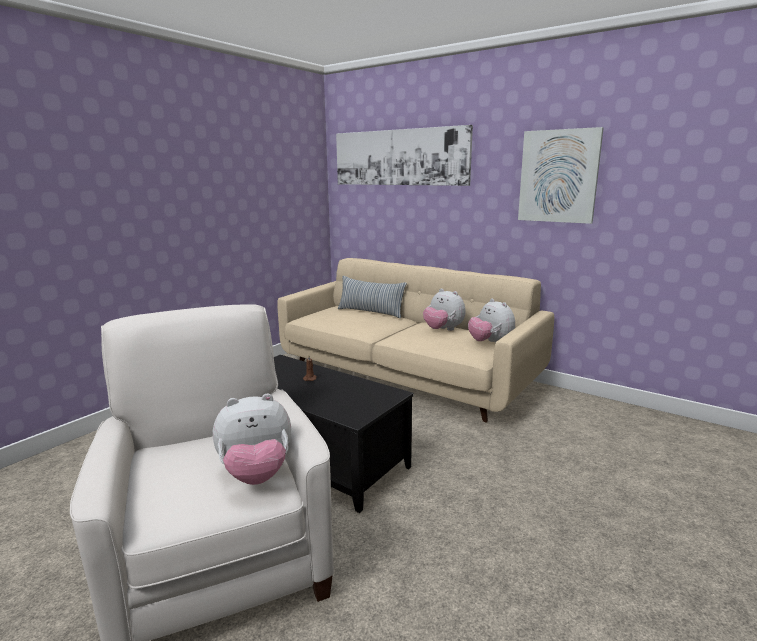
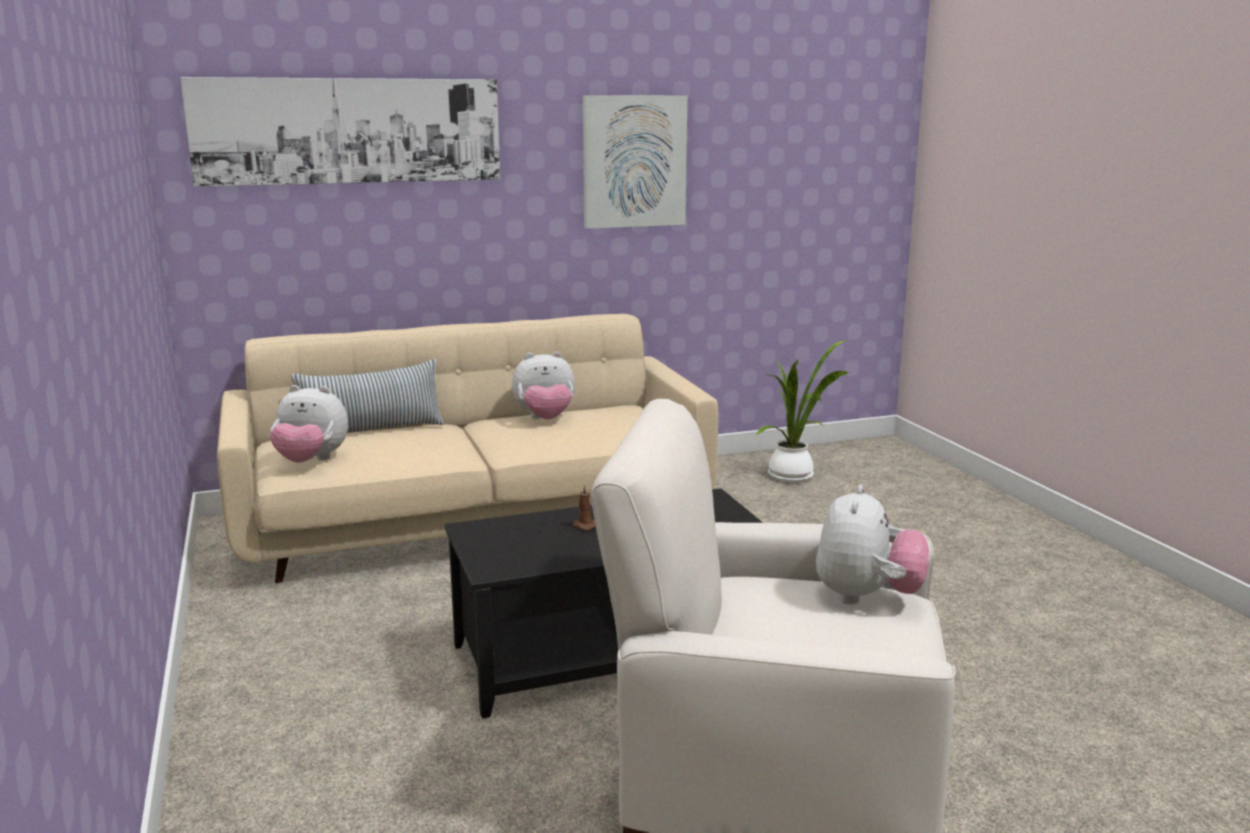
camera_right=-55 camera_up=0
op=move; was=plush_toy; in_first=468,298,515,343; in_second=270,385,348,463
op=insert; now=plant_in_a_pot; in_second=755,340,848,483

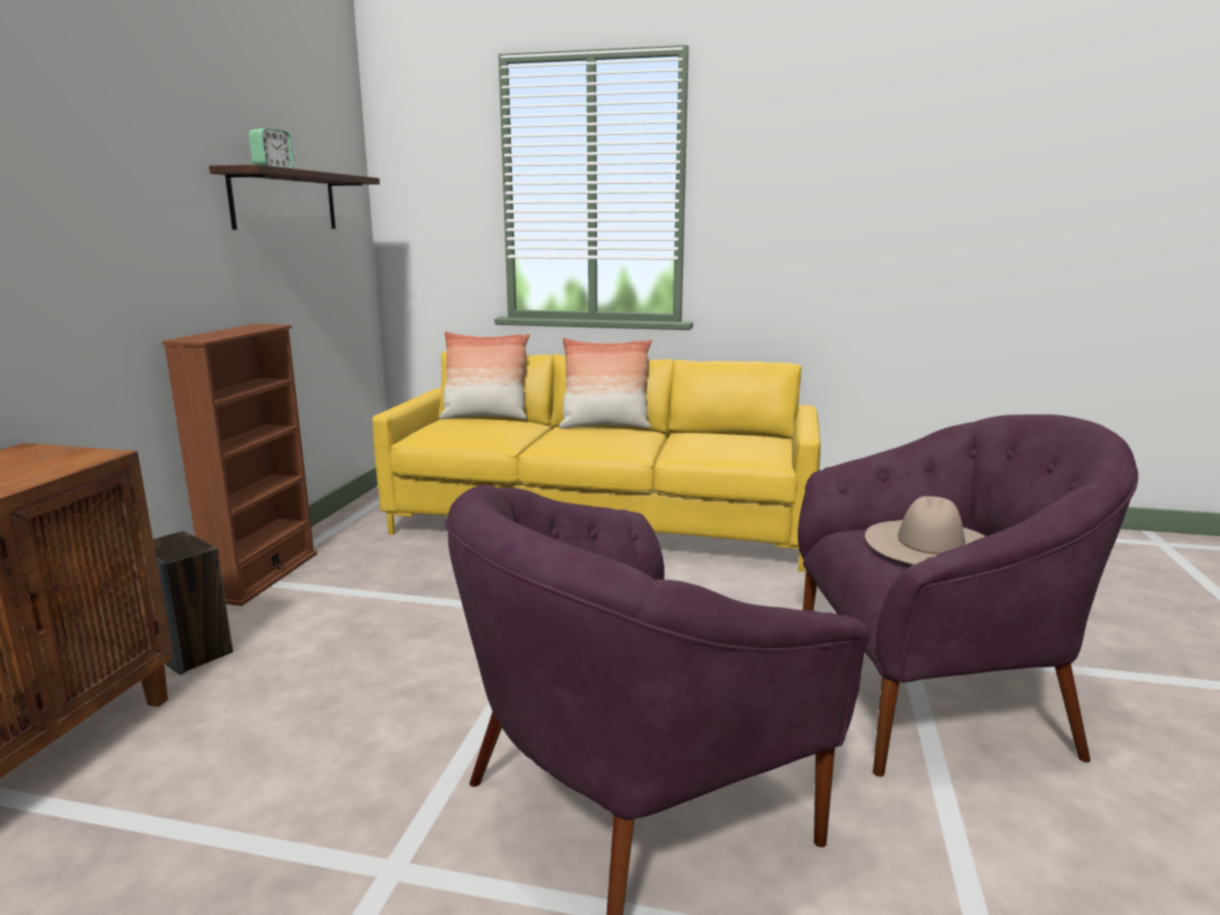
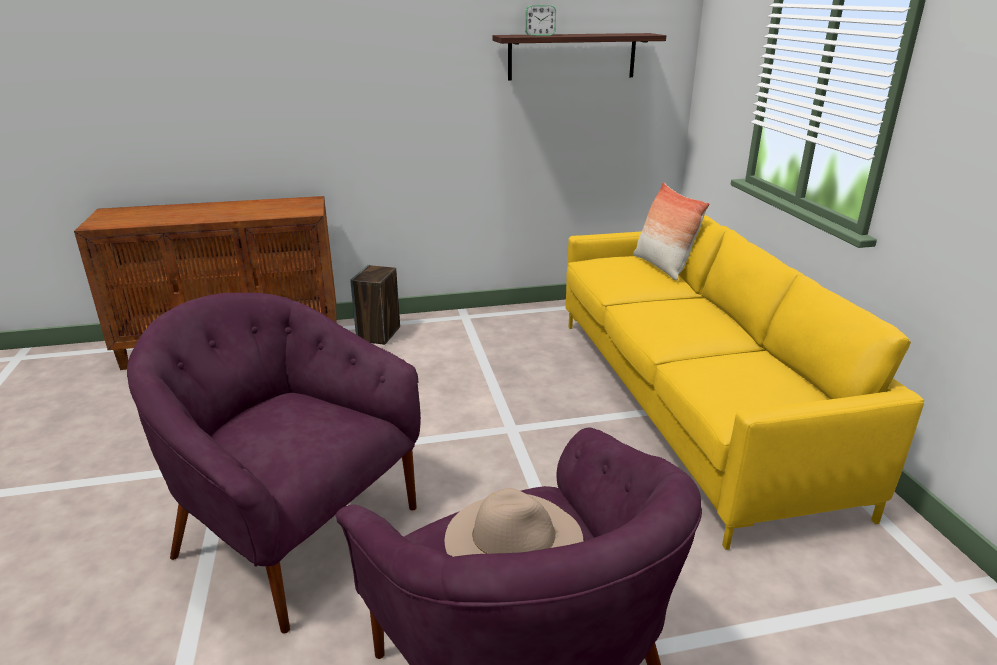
camera_right=65 camera_up=10
op=delete; was=brown_bookshelf; in_first=162,324,317,606
op=delete; was=pillow; in_first=559,338,652,429

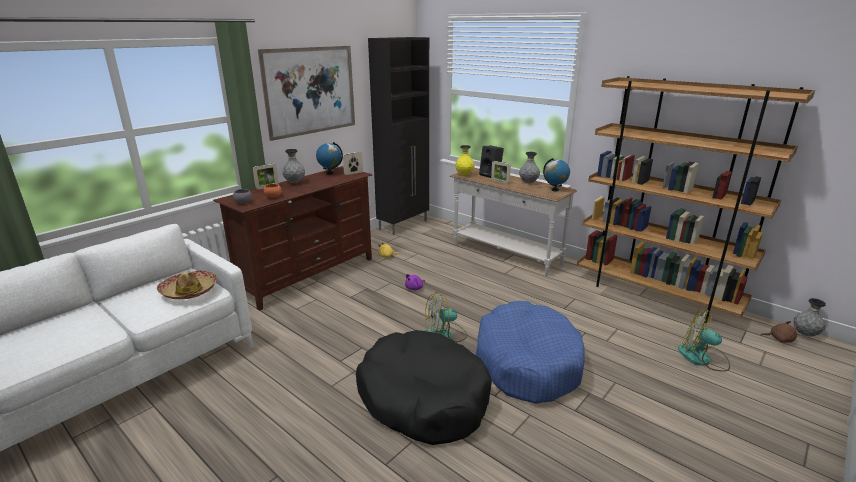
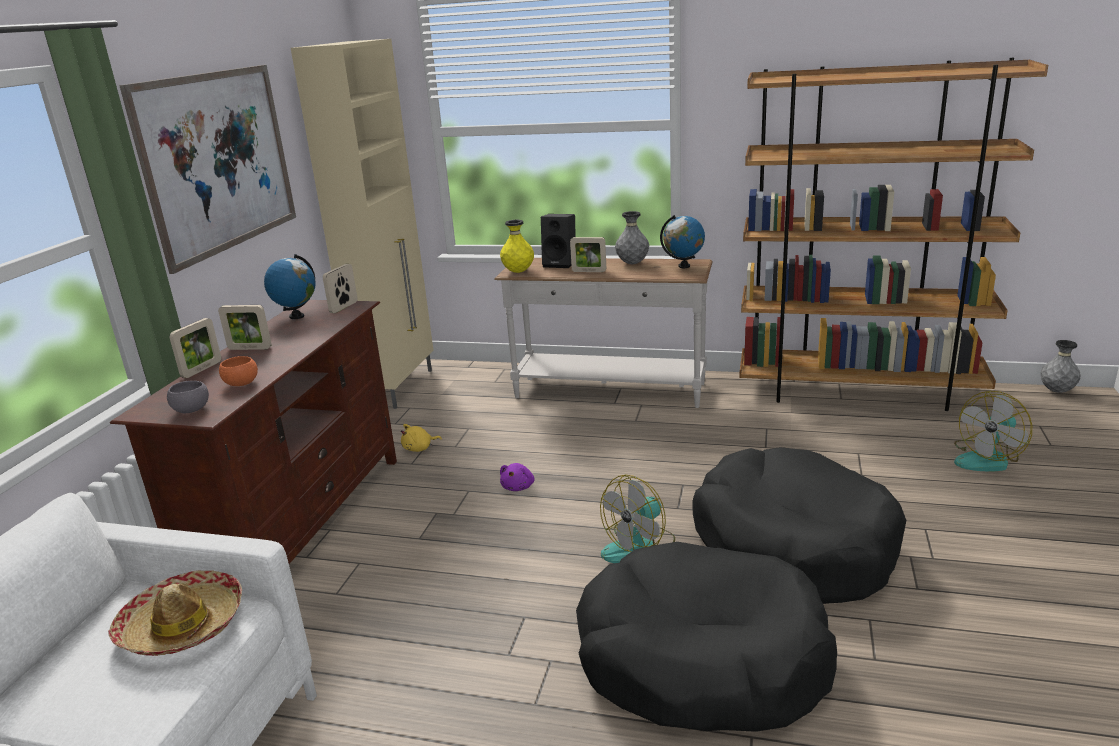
camera_right=-25 camera_up=0
op=replace; was=grey_decorative_vase; now=picture_frame; in_first=282,149,305,183; in_second=218,305,272,350
op=recolor; was=blackish_cabinet; now=sand-coloured_cabinet; in_first=368,37,429,235; in_second=291,39,433,409
op=recolor; was=blue_pet_bed; now=blackish_pet_bed; in_first=475,301,585,404; in_second=692,447,906,604
op=rotate; was=cooling_fan; in_first=678,309,730,372; in_second=954,391,1032,472; clockwise=-45
op=delete; was=brown_plush_toy; in_first=760,321,798,343

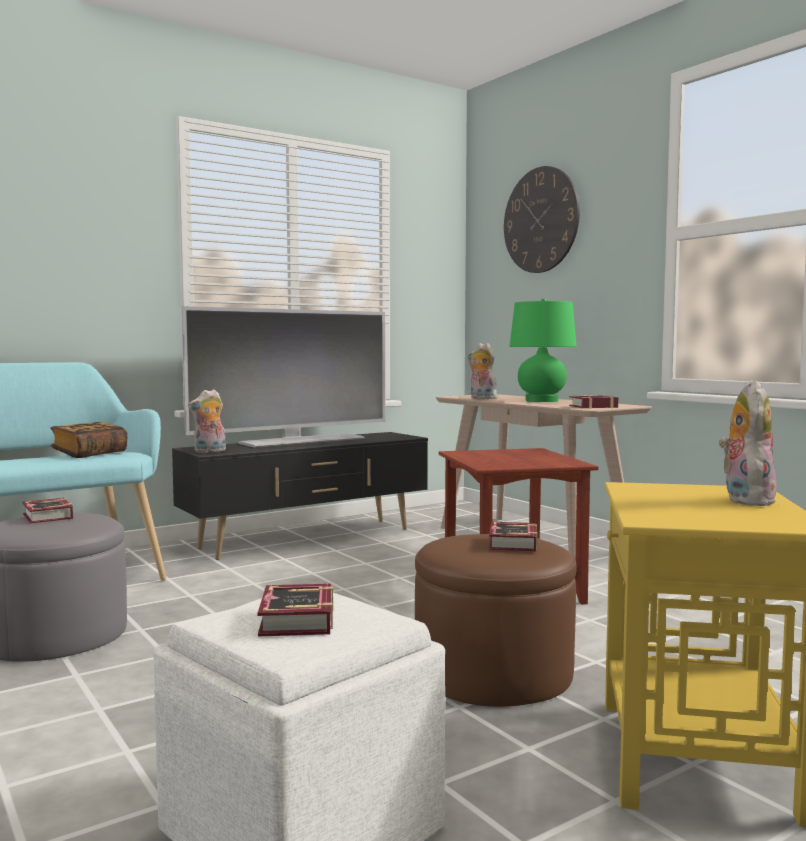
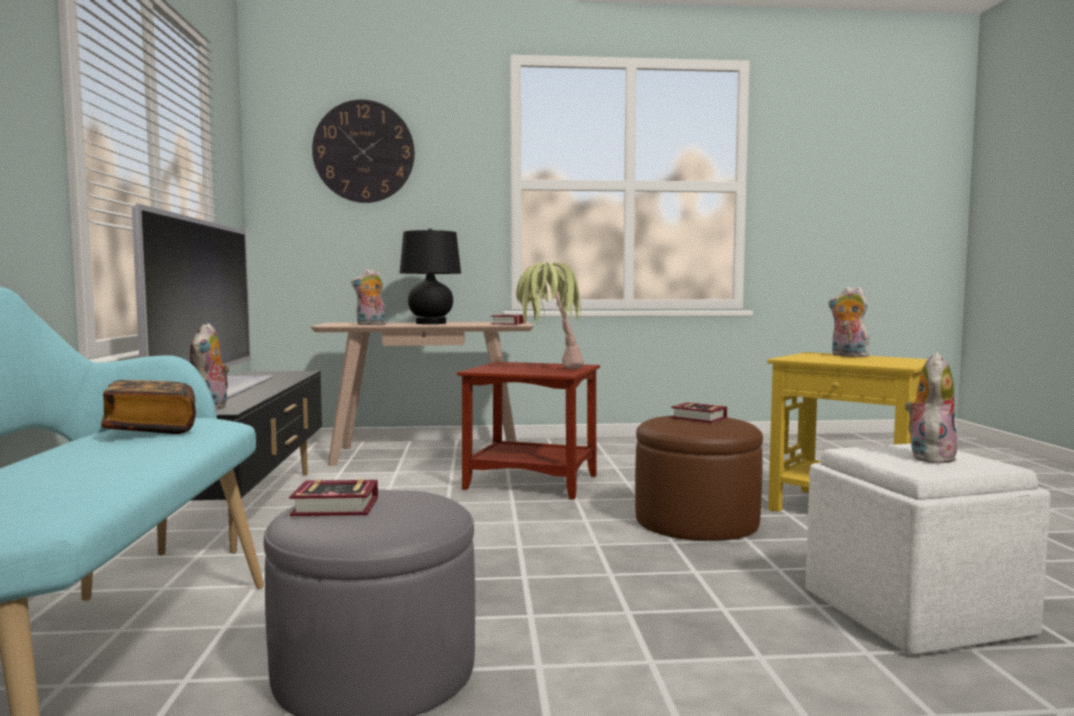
camera_right=-60 camera_up=0
op=replace; was=volume; now=plush_toy; in_first=258,584,333,636; in_second=905,352,957,464
op=recolor; was=green_lamp_for_a_table; now=blackish_lamp_for_a_table; in_first=509,298,576,402; in_second=400,228,461,324
op=insert; now=plant_in_a_pot; in_second=515,262,584,369

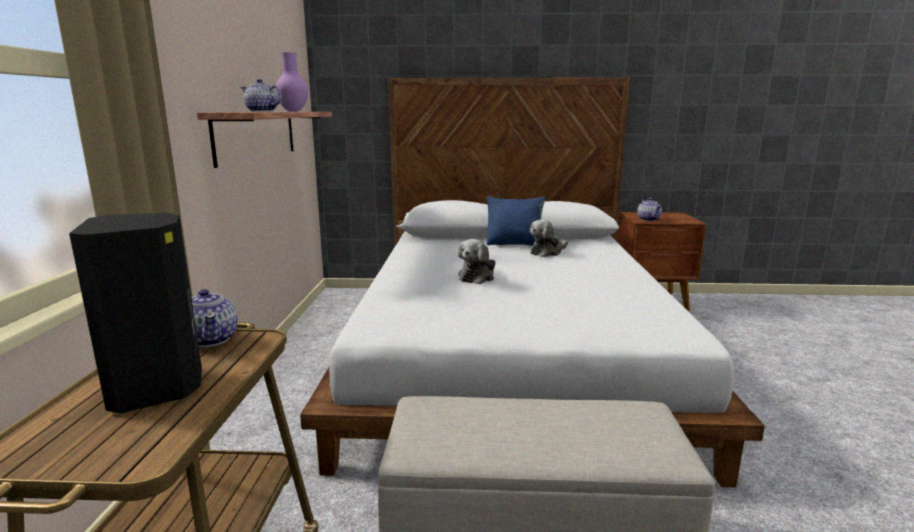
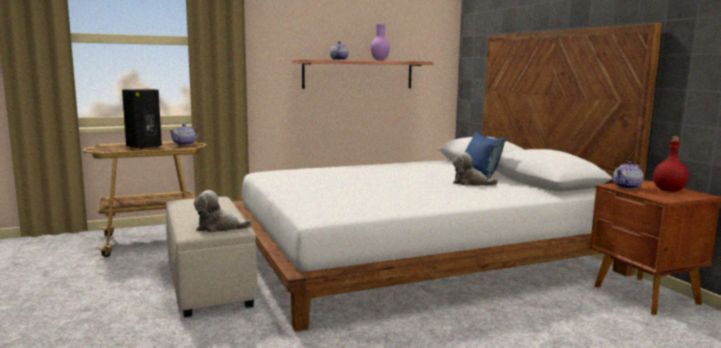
camera_right=65 camera_up=-5
op=move; was=plush_toy; in_first=458,239,496,284; in_second=194,190,252,233
op=insert; now=red-coloured_beverage_bottle; in_second=653,136,689,192

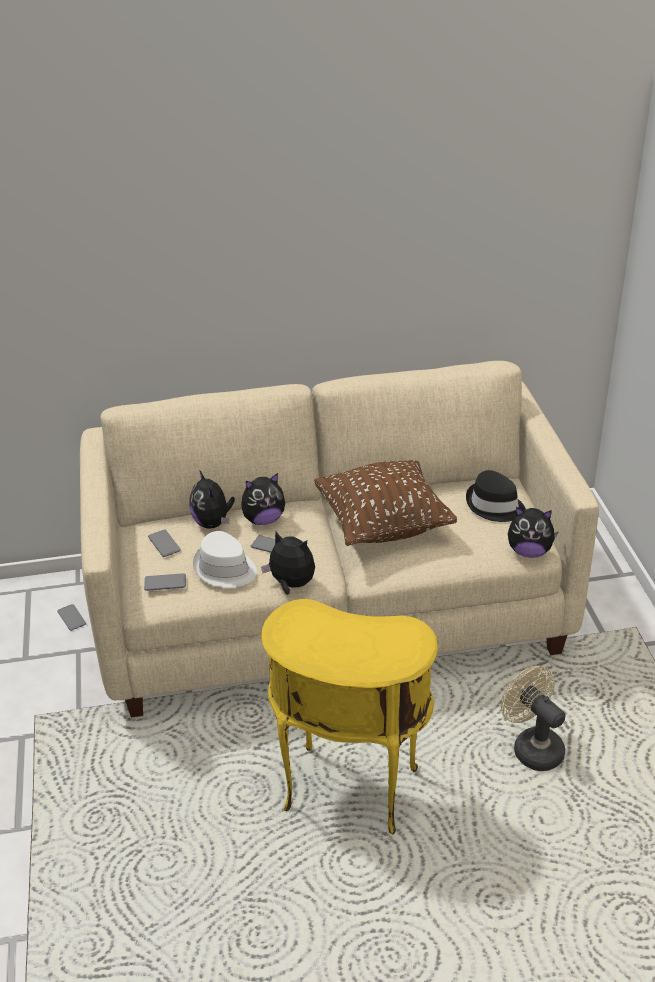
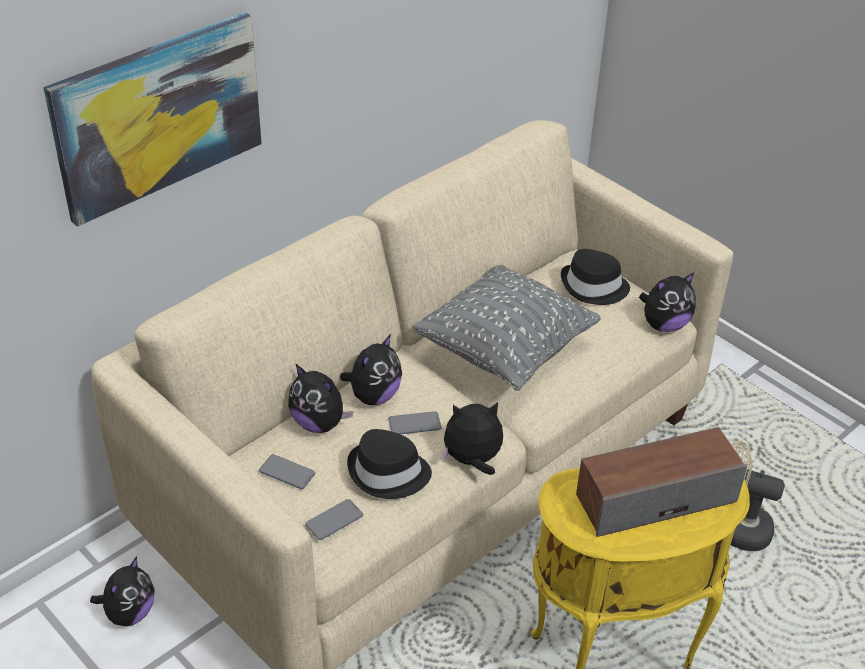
camera_right=-35 camera_up=5
op=replace; was=handset; now=plush_toy; in_first=57,604,86,631; in_second=90,556,155,626
op=recolor; was=white-coloured_hat; now=blackish_hat; in_first=193,531,257,588; in_second=347,429,432,499
op=recolor; was=brown_pillow; now=grey_pillow; in_first=314,460,457,546; in_second=412,265,601,391
op=insert; now=picture; in_second=43,12,262,227
op=insert; now=audio_speaker; in_second=576,427,747,537

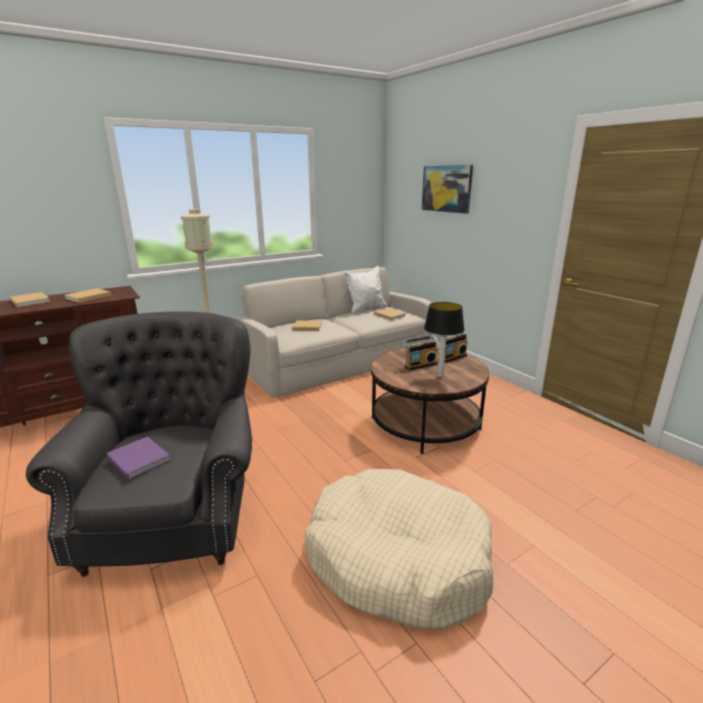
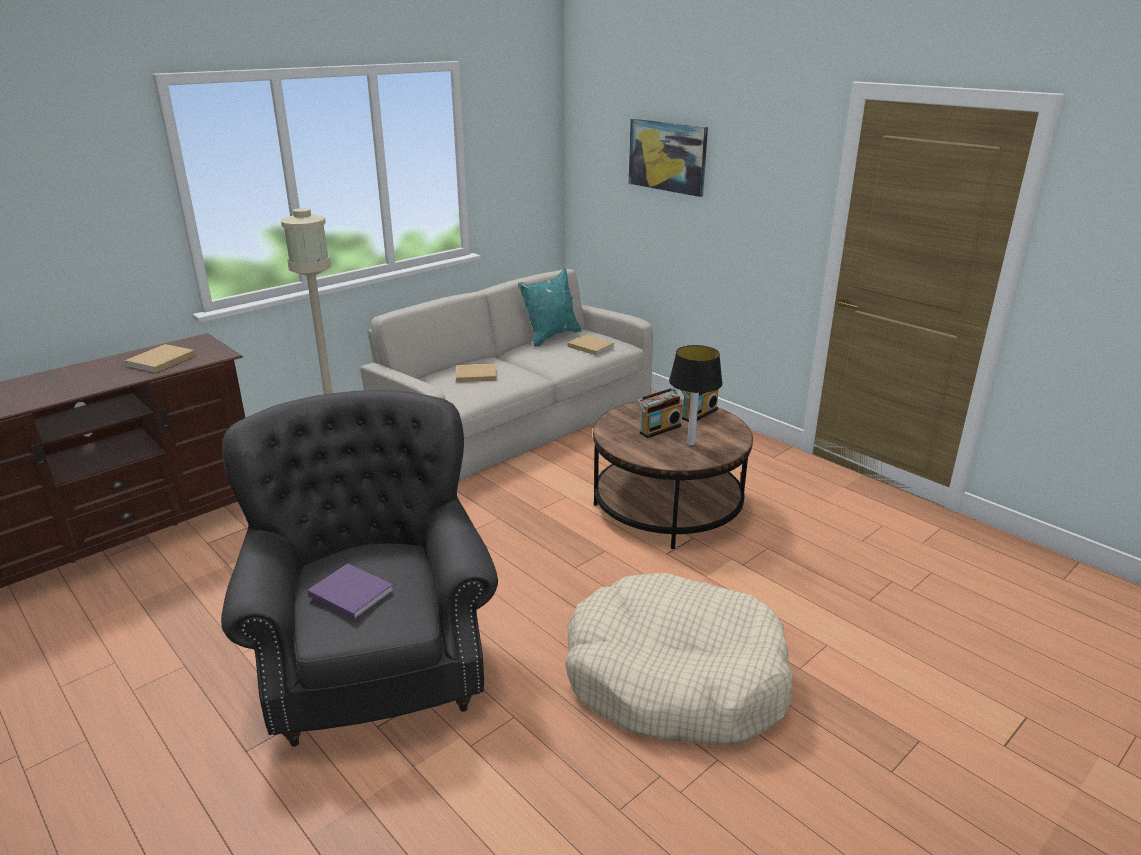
camera_right=-10 camera_up=5
op=delete; was=sand-coloured_volume; in_first=10,292,50,307
op=recolor; was=white-coloured_pillow; now=turquoise_pillow; in_first=344,266,387,314; in_second=518,269,582,347

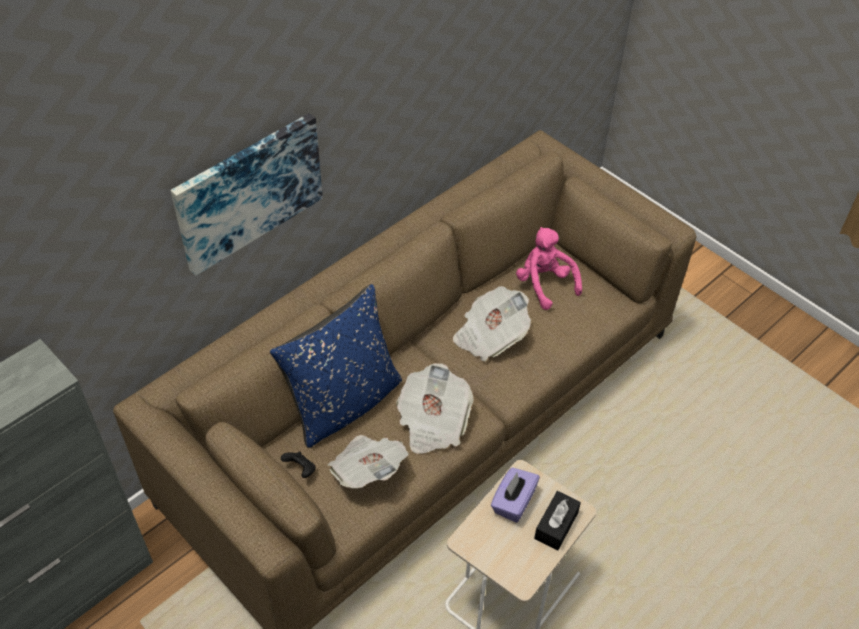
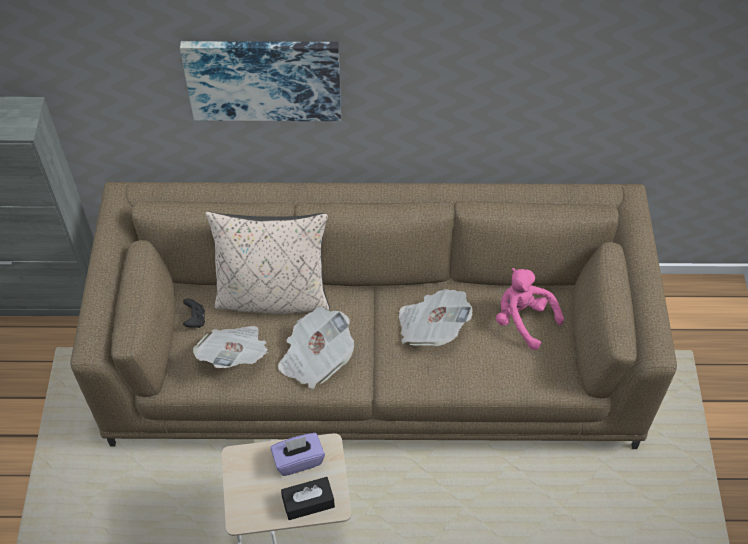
camera_right=45 camera_up=5
op=recolor; was=blue_pillow; now=sand-coloured_pillow; in_first=270,284,402,448; in_second=206,211,330,314
op=rotate; was=pink_plush_toy; in_first=516,227,582,310; in_second=496,268,564,350; clockwise=-60

